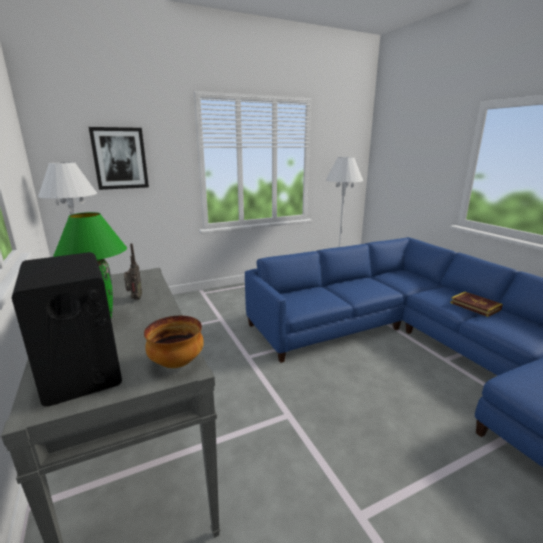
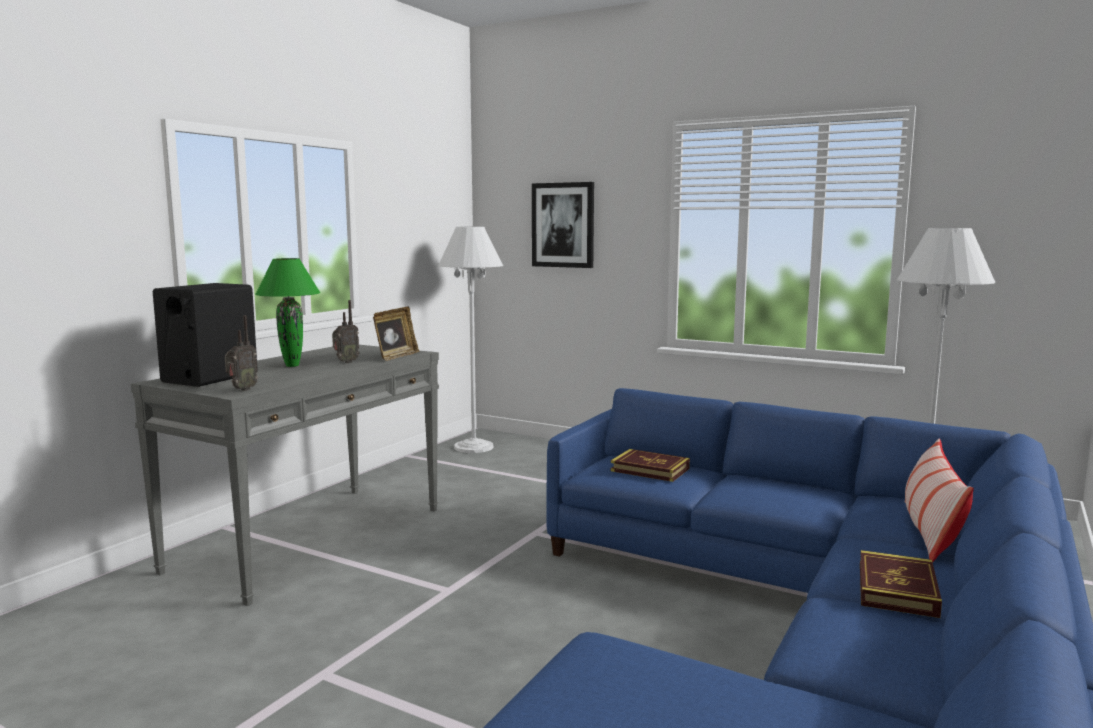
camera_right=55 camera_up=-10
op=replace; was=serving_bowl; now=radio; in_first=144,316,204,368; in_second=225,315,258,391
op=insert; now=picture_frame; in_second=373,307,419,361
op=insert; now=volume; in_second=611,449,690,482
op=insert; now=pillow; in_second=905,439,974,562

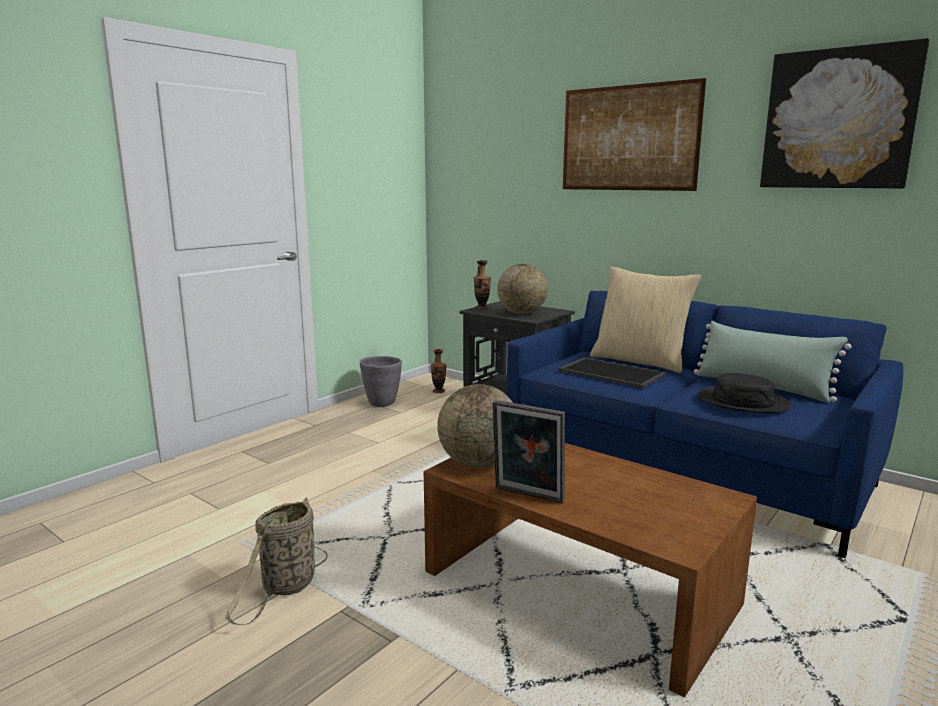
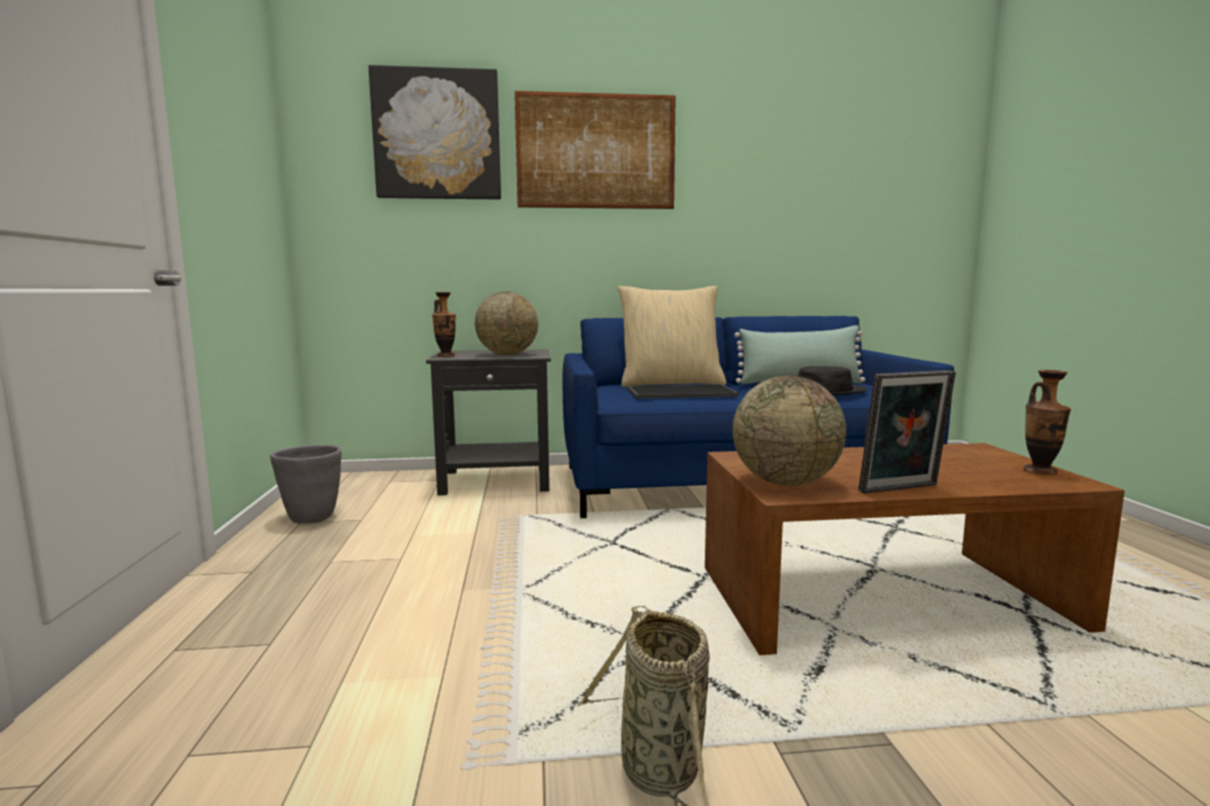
camera_right=-45 camera_up=-5
op=move; was=decorative_vase; in_first=431,349,446,393; in_second=1023,370,1071,475
op=move; was=picture; in_first=760,38,930,189; in_second=368,65,501,200

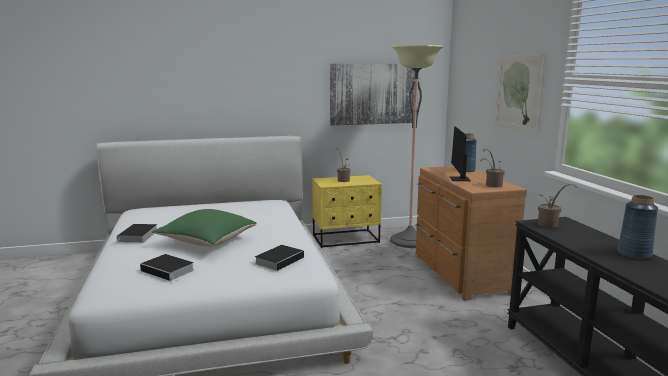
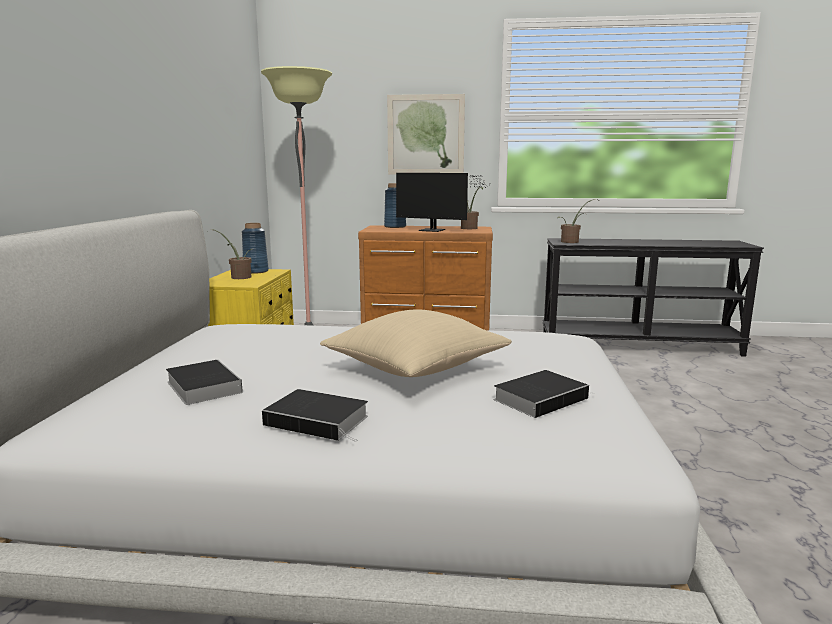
camera_right=-70 camera_up=0
op=recolor; was=green_pillow; now=sand-coloured_pillow; in_first=152,209,257,246; in_second=320,309,512,377
op=move; was=volume; in_first=255,245,304,271; in_second=166,360,243,405
op=delete; was=picture; in_first=330,64,419,126
op=move; was=blue_decorative_vase; in_first=618,195,658,259; in_second=242,223,269,274

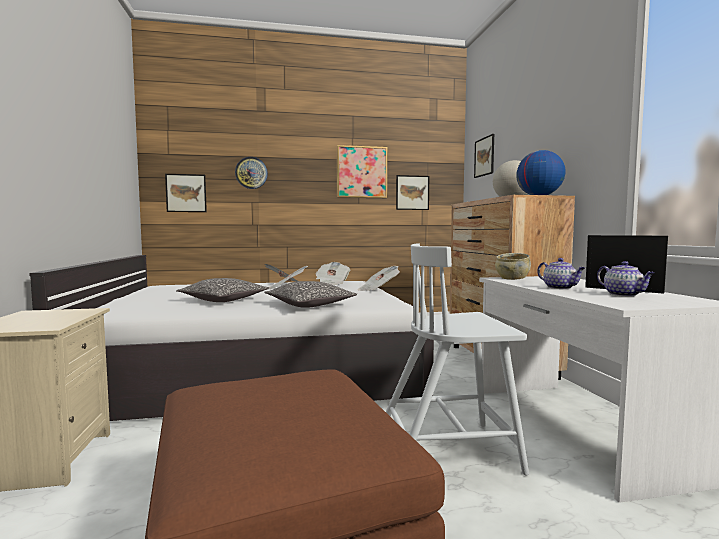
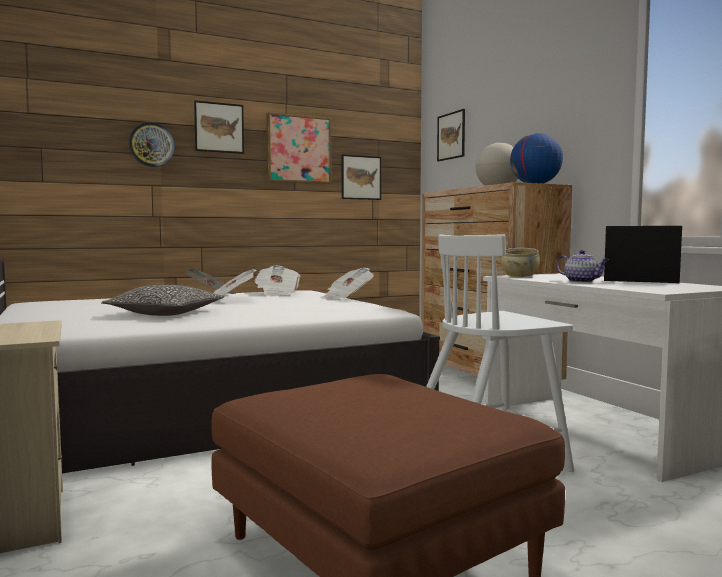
camera_right=-15 camera_up=0
op=move; was=picture; in_first=165,174,207,212; in_second=194,100,244,154
op=delete; was=pillow; in_first=264,281,357,308
op=delete; was=teapot; in_first=597,261,655,297

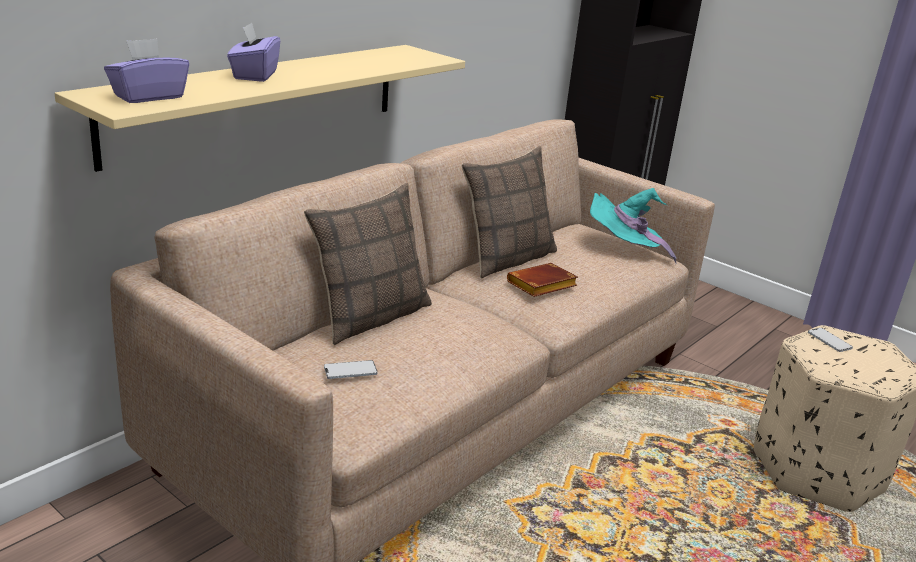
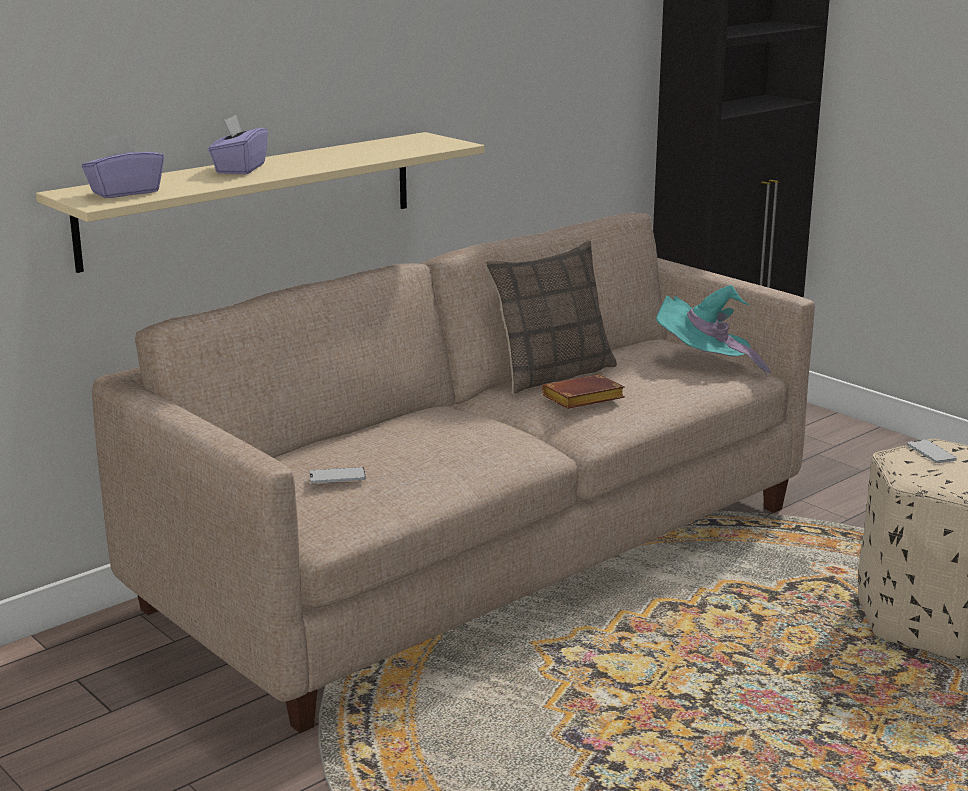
camera_right=10 camera_up=-5
op=delete; was=pillow; in_first=304,183,432,345

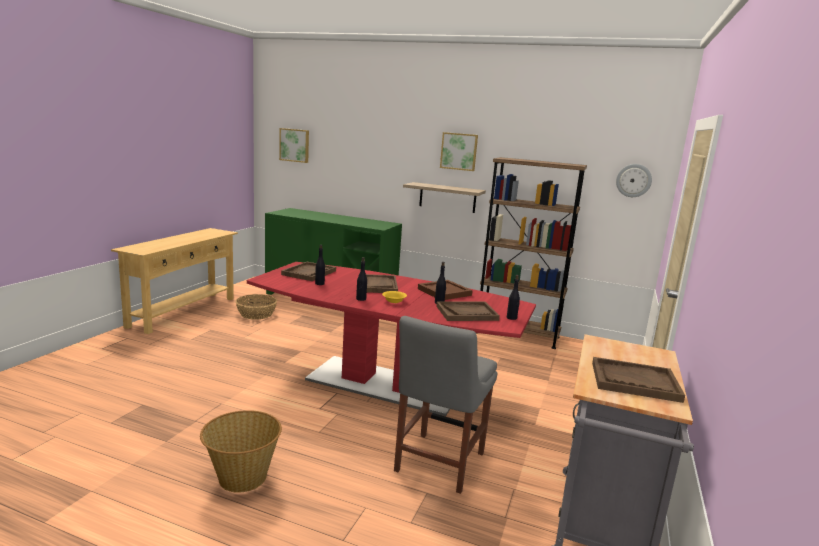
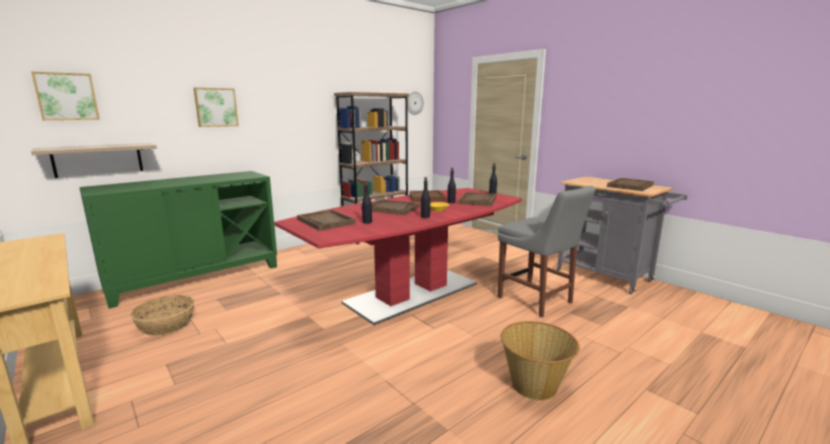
camera_right=-60 camera_up=0
op=move; was=bracket_shelf; in_first=403,182,486,213; in_second=31,143,157,178
op=move; was=picture; in_first=440,132,478,171; in_second=194,88,239,127

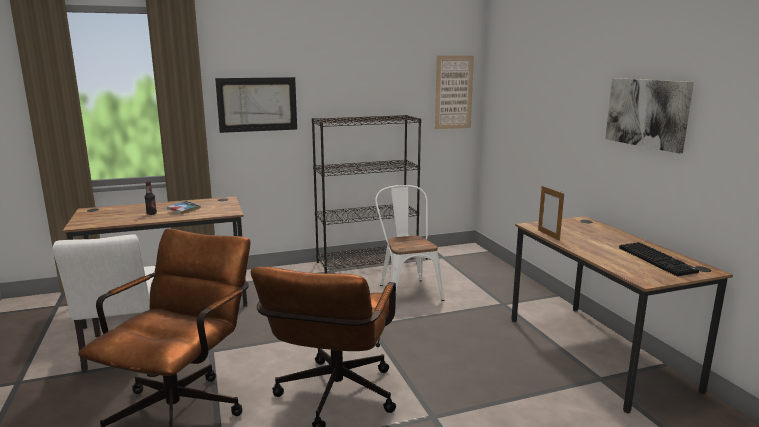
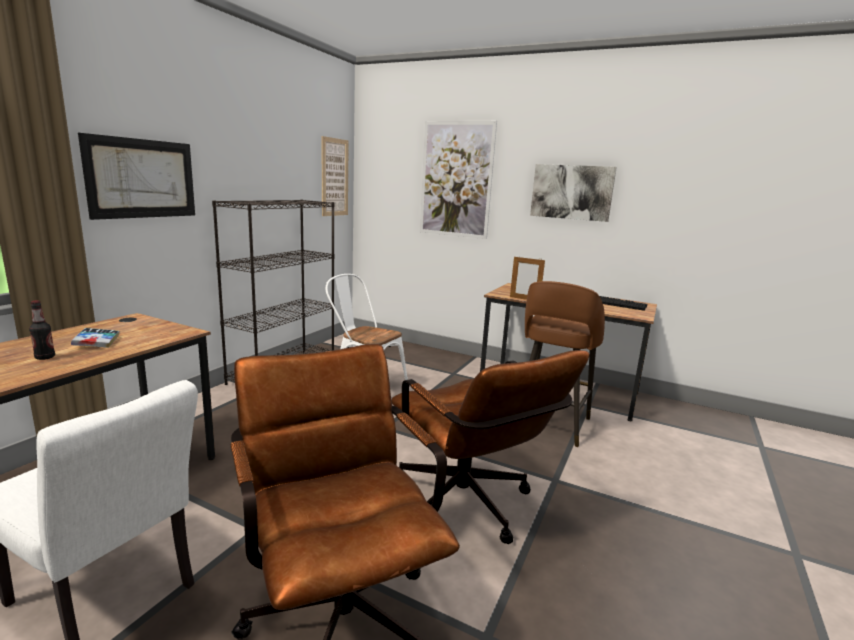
camera_right=-45 camera_up=0
op=insert; now=picture; in_second=420,121,497,239
op=insert; now=brown_sitting_stool; in_second=525,281,605,447

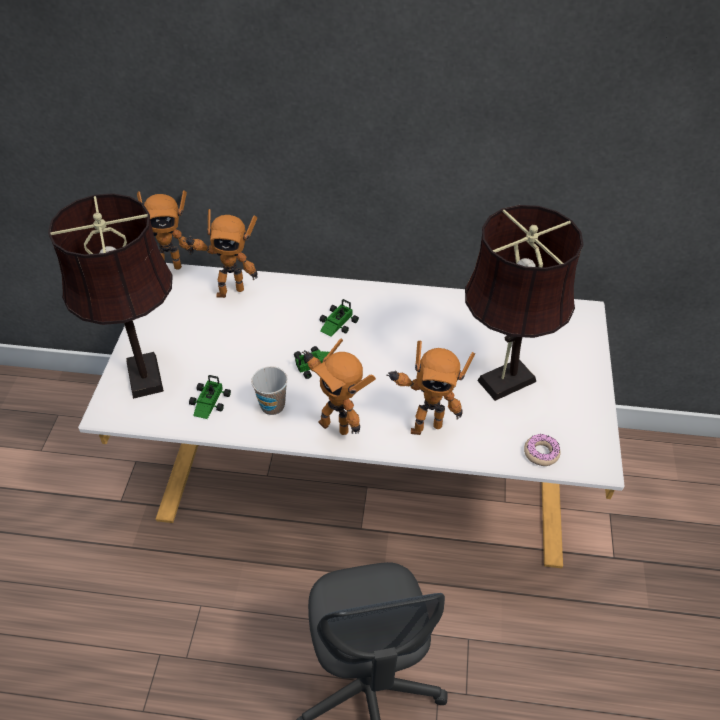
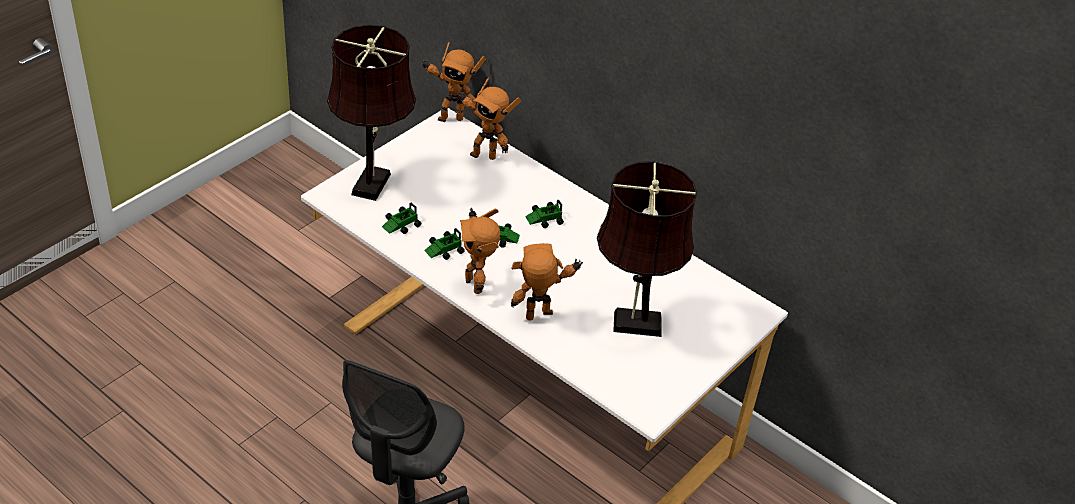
camera_right=30 camera_up=-5
op=replace; was=drinking_cup; now=toy_car; in_first=251,366,288,415; in_second=424,228,465,260
op=rotate; was=model_robot; in_first=386,341,475,435; in_second=511,243,583,321; clockwise=135
op=delete; was=doughnut; in_first=524,434,561,466

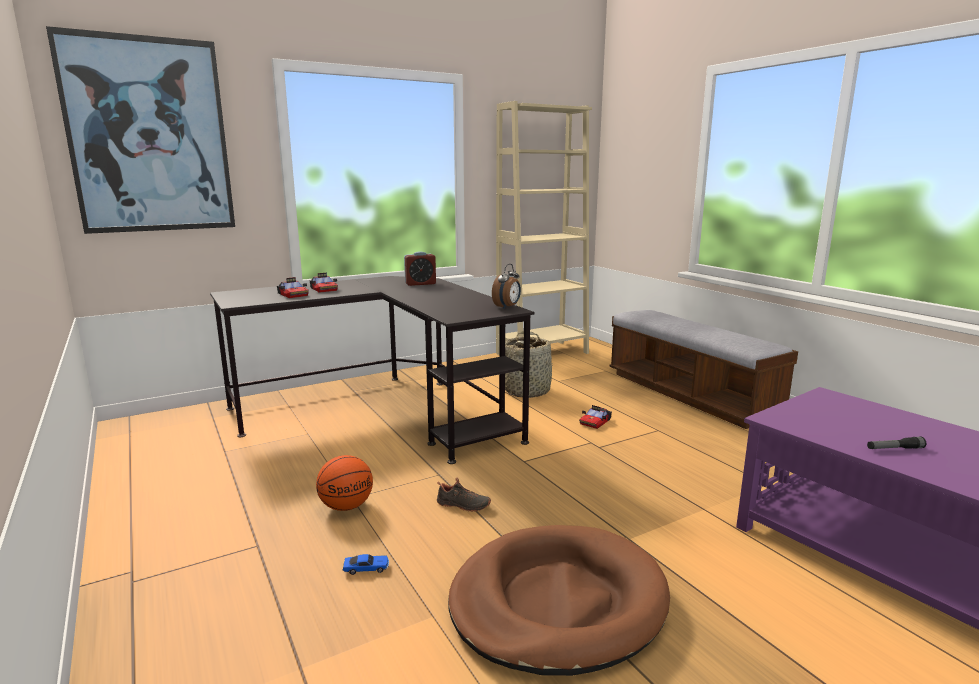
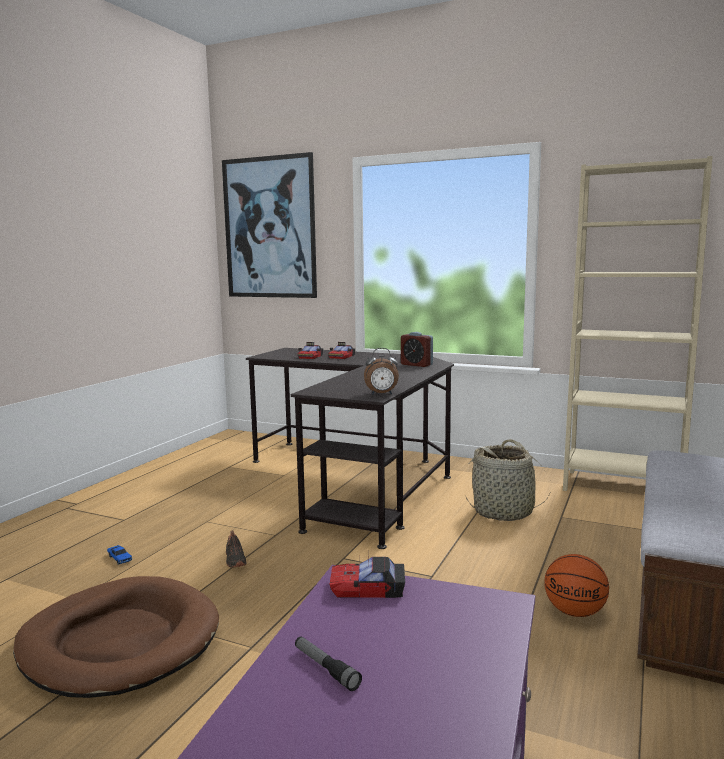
camera_right=55 camera_up=-5
op=move; was=basketball; in_first=316,455,373,511; in_second=544,554,609,617
op=move; was=toy_car; in_first=579,405,612,429; in_second=329,557,405,598

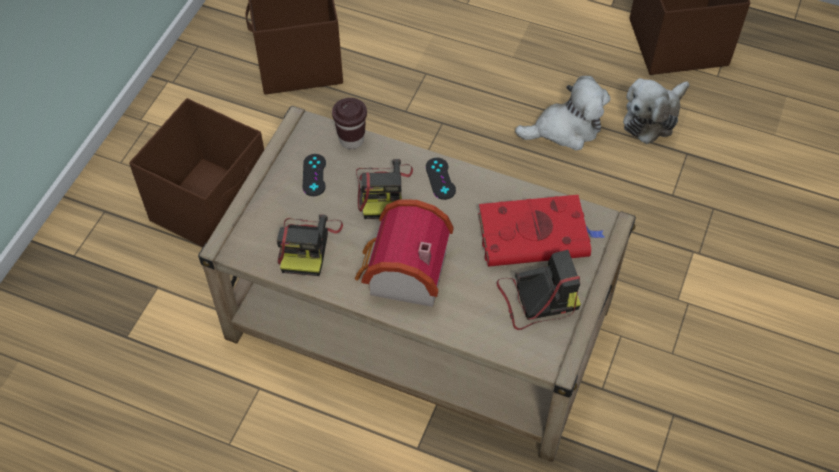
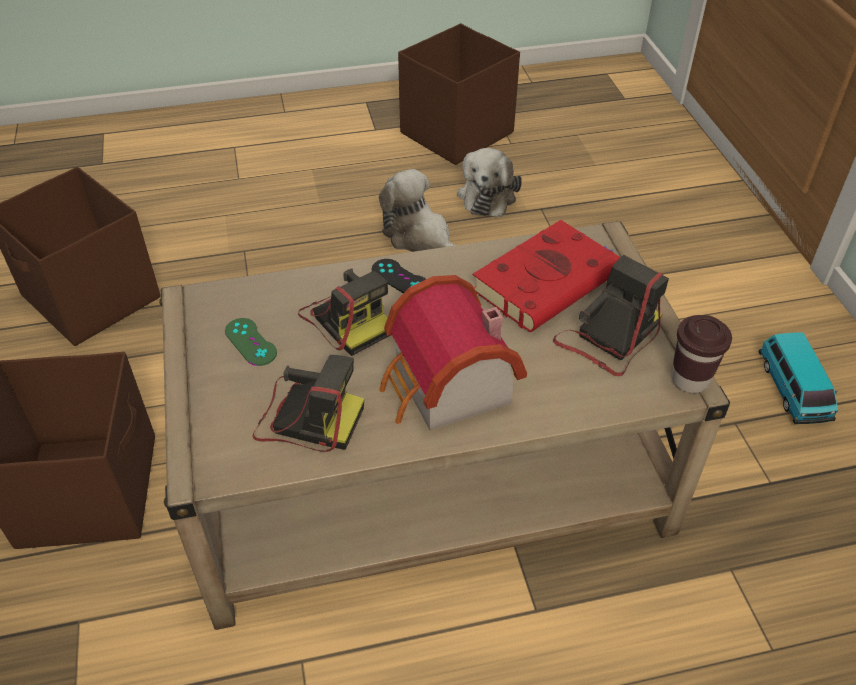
camera_right=-35 camera_up=-10
op=rotate; was=photo_camera; in_first=277,215,343,276; in_second=253,355,364,452; clockwise=-45
op=recolor; was=blackish_joypad; now=green_joypad; in_first=303,154,326,196; in_second=225,318,277,366
op=move; was=brown_drinking_cup; in_first=332,98,367,149; in_second=672,315,732,393
op=rotate; was=plush_toy; in_first=515,76,610,150; in_second=379,169,455,252; clockwise=-90
op=insert; now=toy_car; in_second=759,333,838,424

